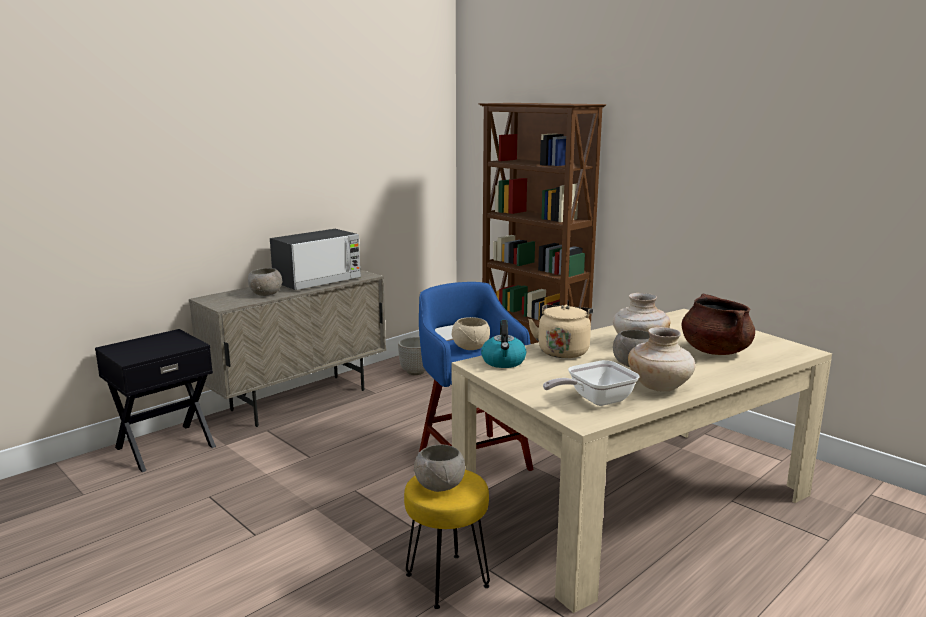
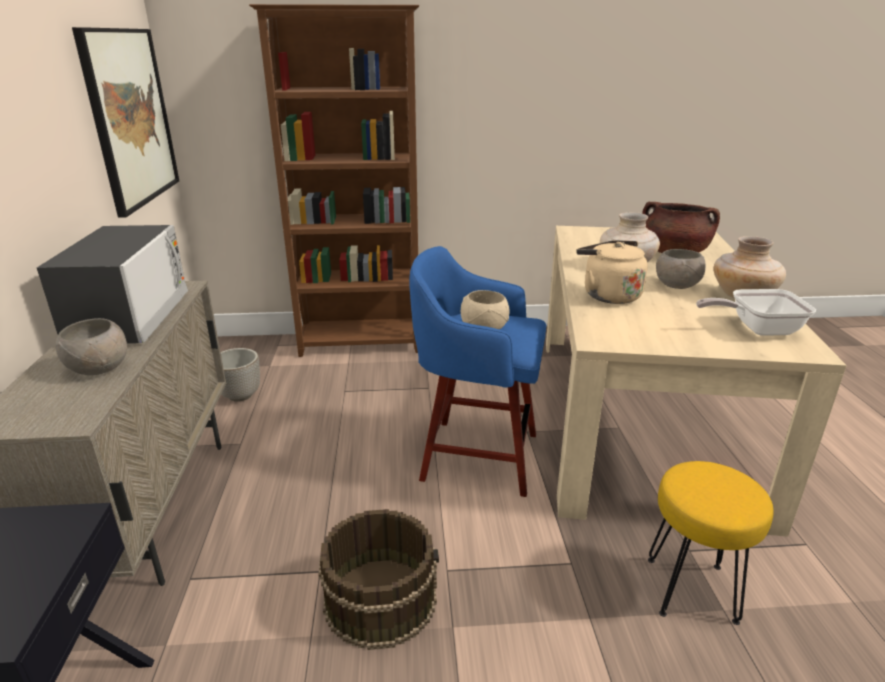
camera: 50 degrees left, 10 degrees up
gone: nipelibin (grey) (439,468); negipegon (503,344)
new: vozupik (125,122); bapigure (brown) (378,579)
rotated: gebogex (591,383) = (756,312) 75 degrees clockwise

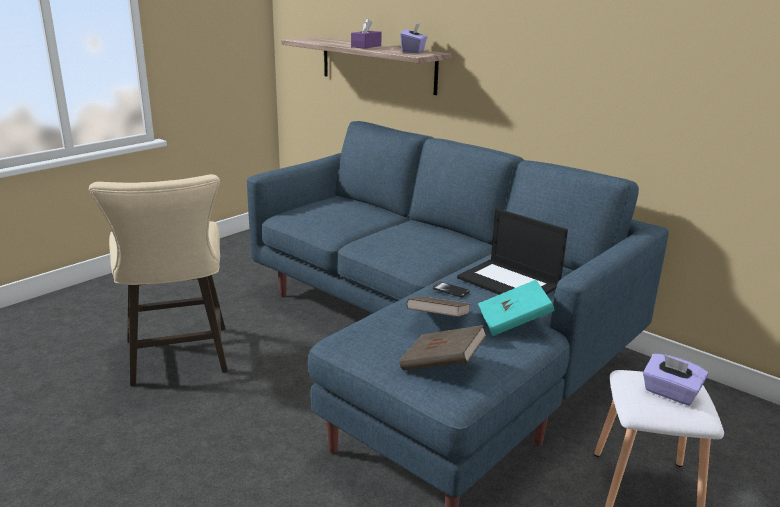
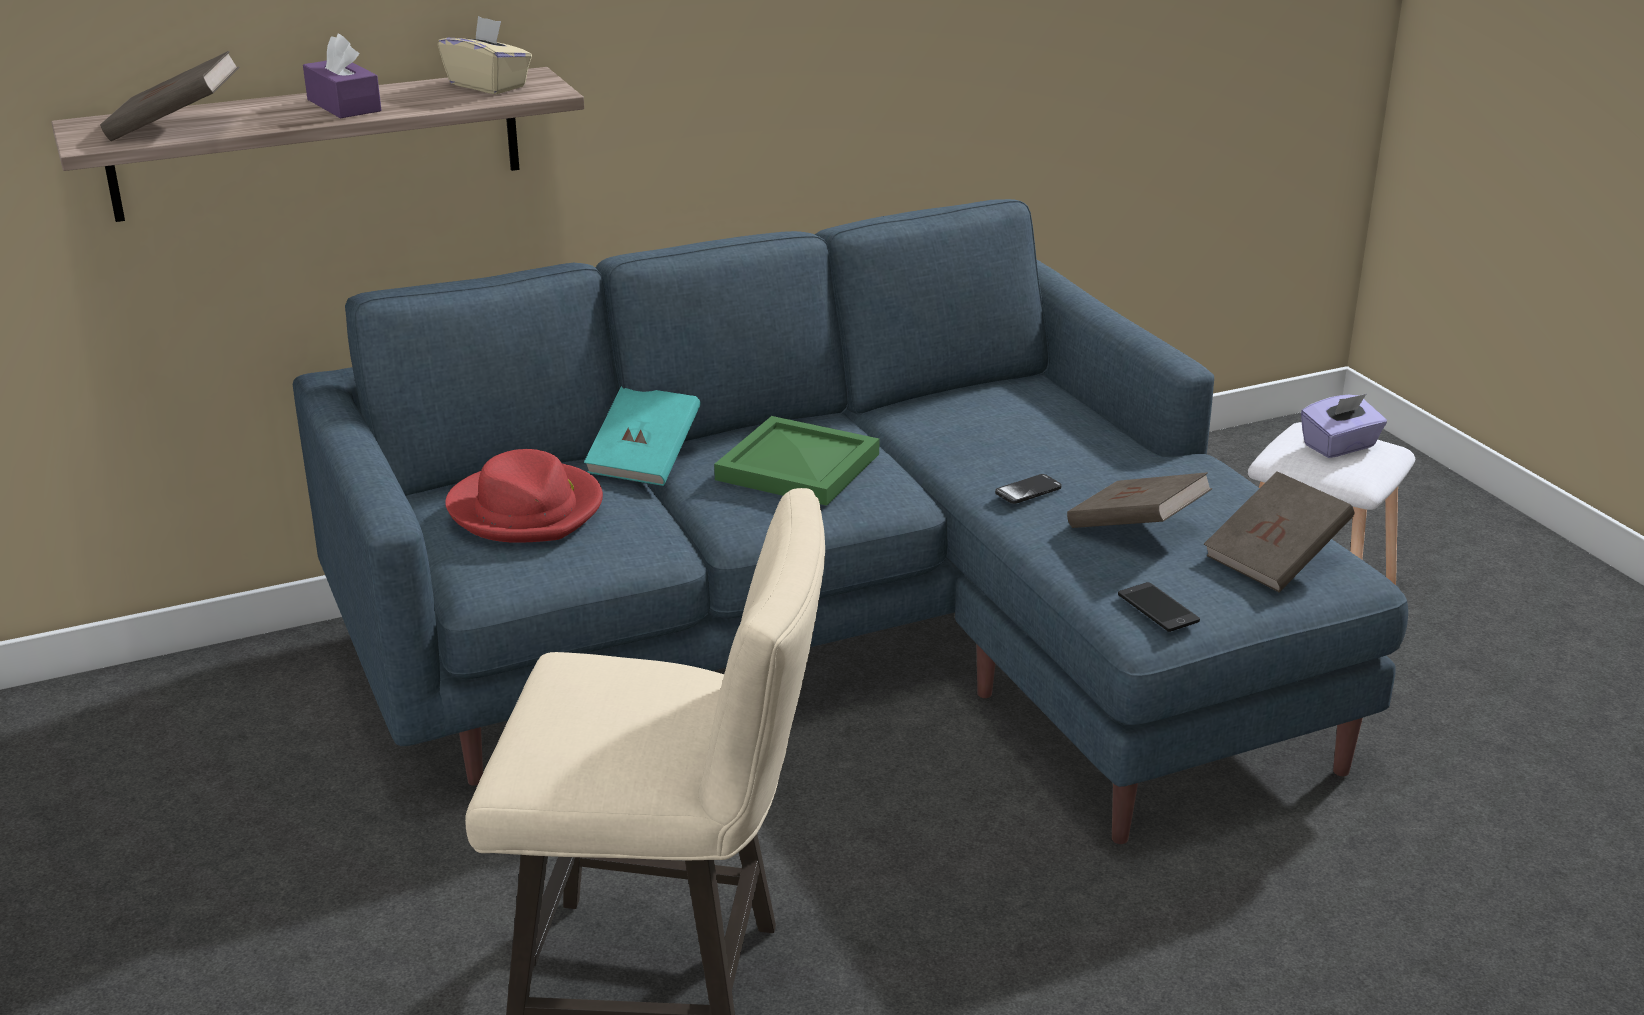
camera: 65 degrees left, 5 degrees up
gone: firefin (512,251)
new: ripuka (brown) (169,96); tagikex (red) (524,496); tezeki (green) (796,461); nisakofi (1159,607)
shifted: ripuka (turquoise) (516,308) to (642,436)
repainted: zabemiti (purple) (413,38) to zabemiti (beige) (485,55)

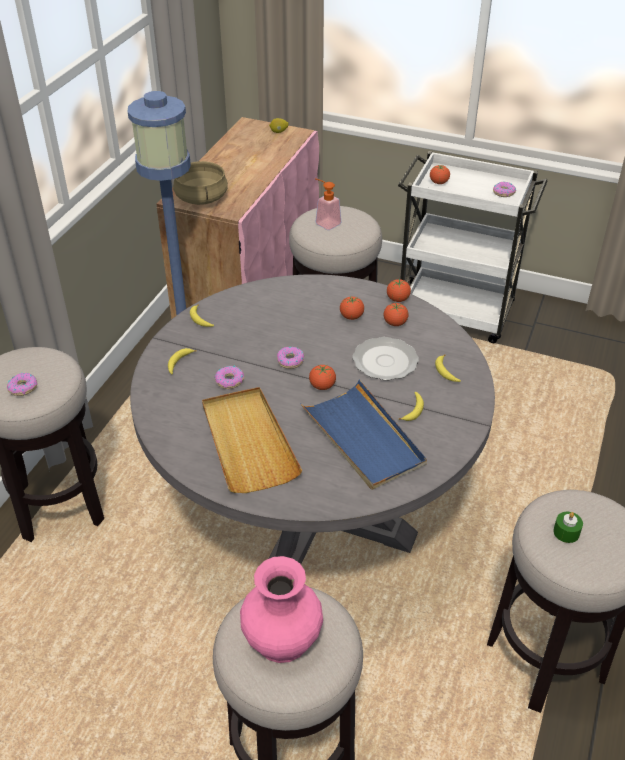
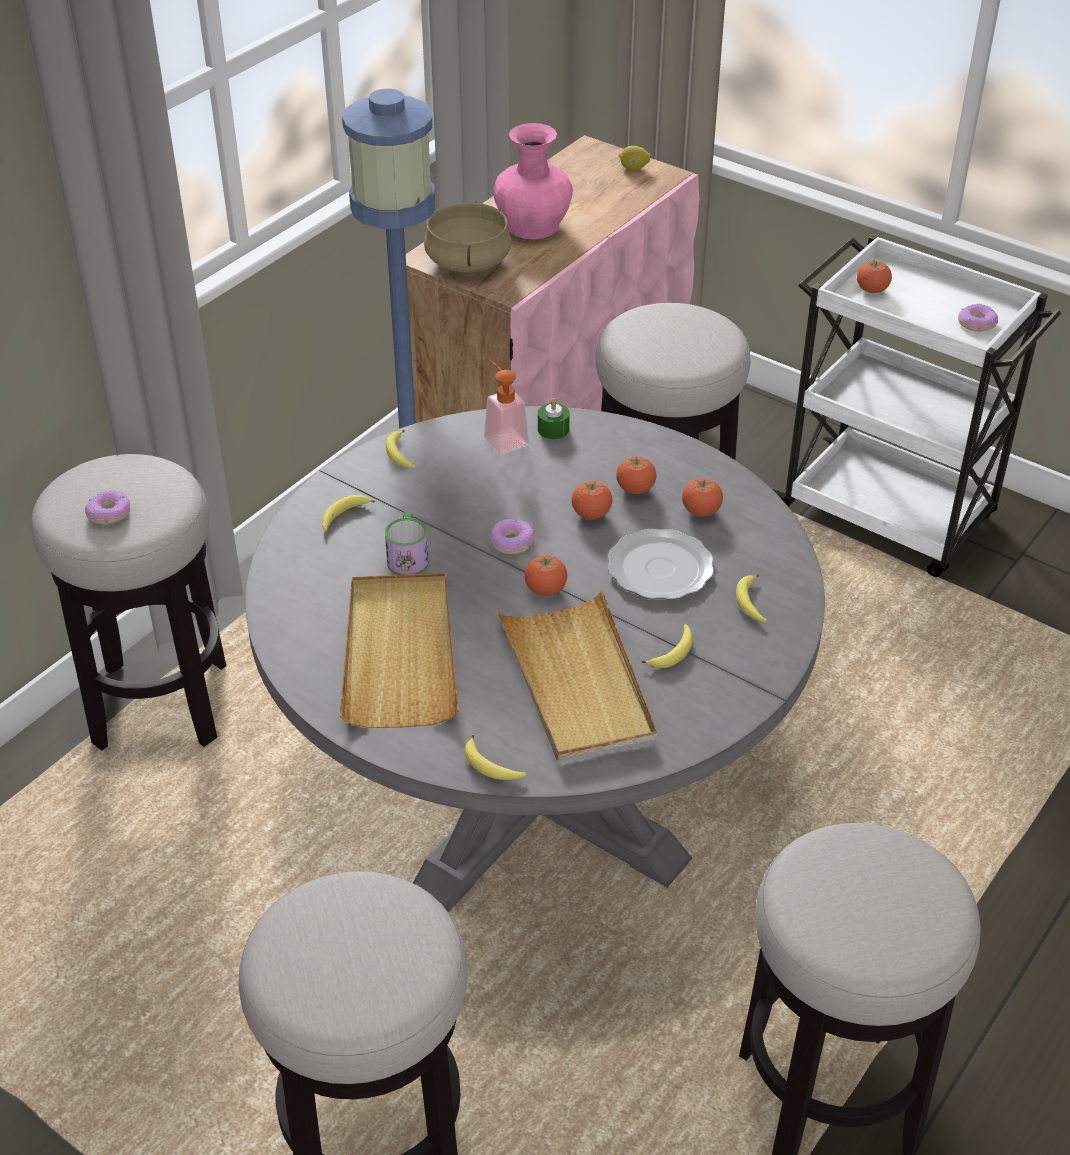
camera: 15 degrees right, 0 degrees up
new: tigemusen (496,757)
shifted: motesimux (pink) (281,609) to (533,181); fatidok (328,204) to (506,406); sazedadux (399,290) to (592,500); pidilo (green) (568,527) to (554,418)
swapped: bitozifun (229,377) to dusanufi (407,543)
repainted: tezeki (blue) (363,435) to tezeki (beige) (576,675)

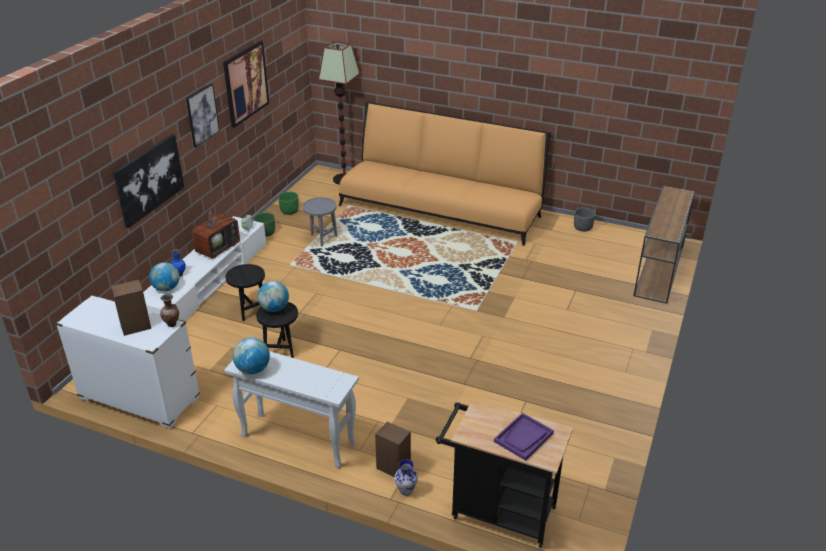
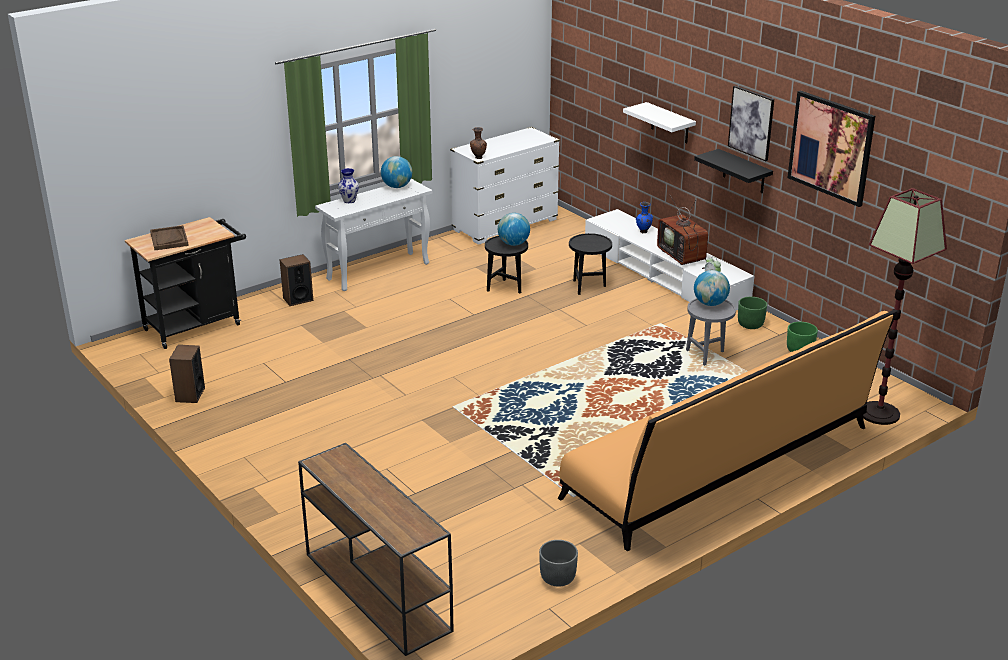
camera: 120 degrees right, 5 degrees down
new: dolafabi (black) (733,171)
shifted: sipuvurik (131,308) to (187,374); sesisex (164,277) to (712,288); motesimux (406,477) to (348,185)
swapped: vozupik (148,181) to dolafabi (white) (659,123)
repainted: tezeki (purple) (524,437) to tezeki (brown) (169,237)

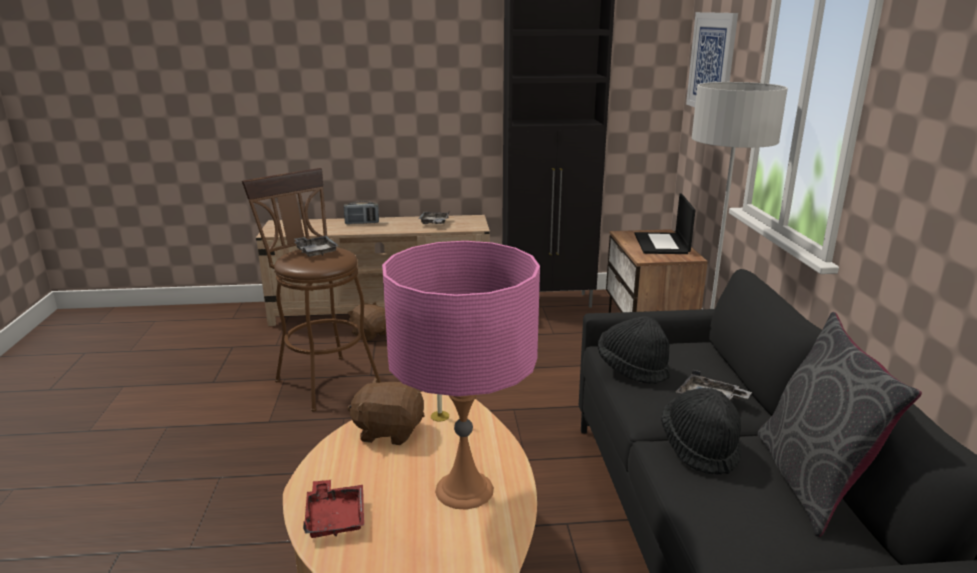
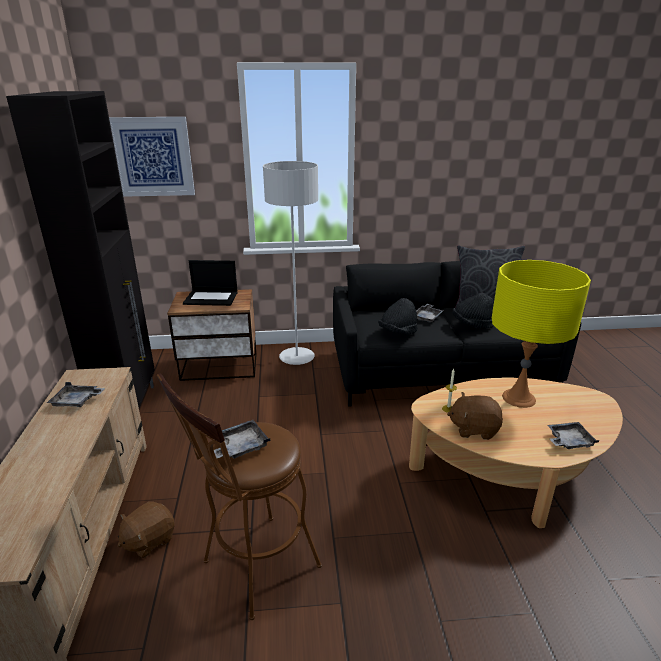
camera: 90 degrees left, 5 degrees up
gone: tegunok (361,213)
repainted: tezeki (red) (333,509) to tezeki (grey) (573,435); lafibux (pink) (461,375) to lafibux (yellow) (541,334)
rotated: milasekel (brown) (385,411) = (475,416) 90 degrees clockwise

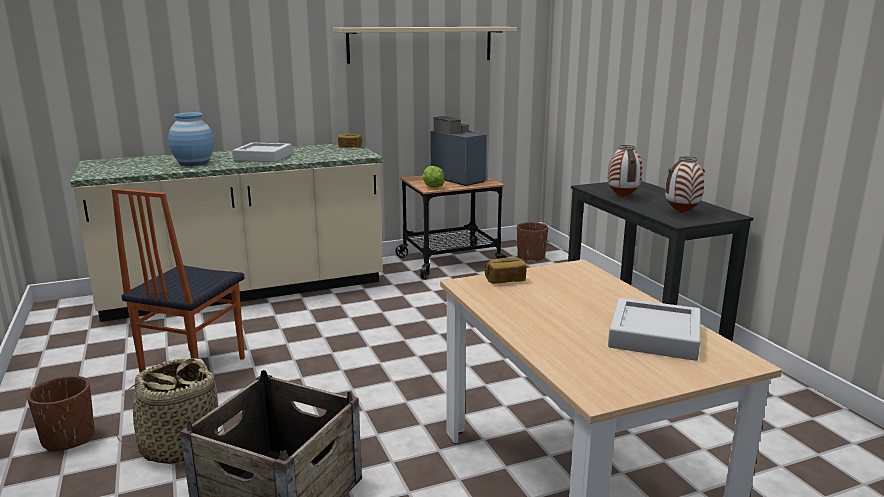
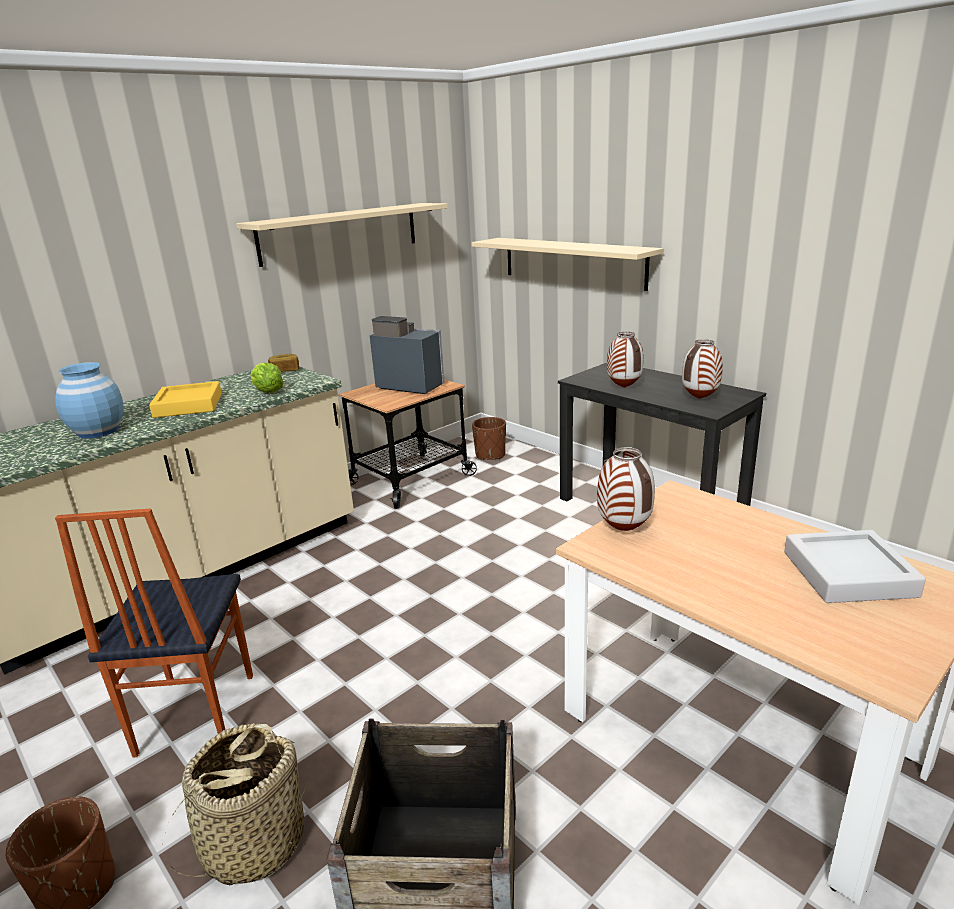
camera: 20 degrees left, 5 degrees up
new: dolafabi (beige) (567,264)
shifted: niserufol (433,177) to (267,378)
swapped: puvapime (506,271) to motesimux (626,489)
repainted: tezeki (grey) (262,152) to tezeki (yellow) (185,399)

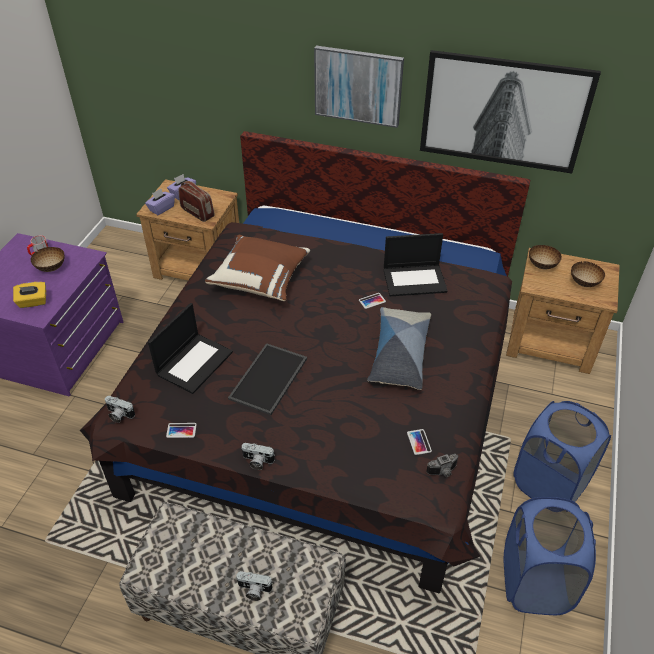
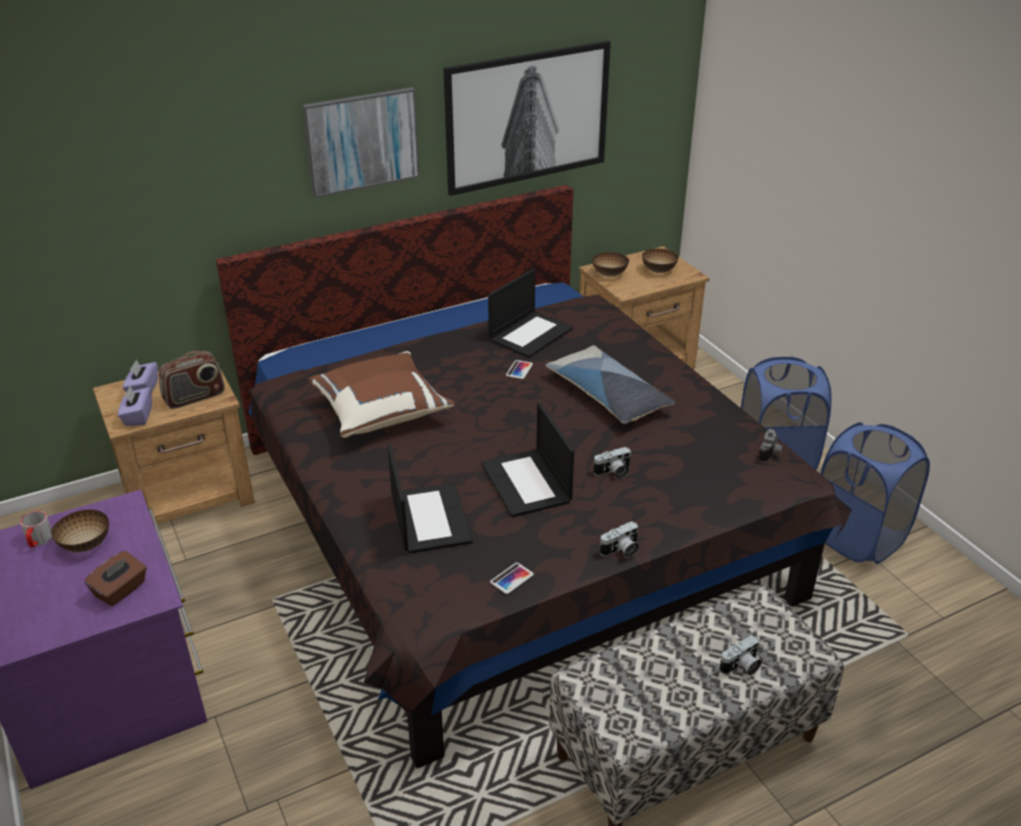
camera: 45 degrees left, 10 degrees down
gone: nisakofi (419,442)
shifted: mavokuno (120,409) to (612,463)
swapped: tezeki (267,379) to firefin (528,459)
repainted: zabemiti (yellow) (29,295) to zabemiti (brown) (115,578)
rotated: tegunok (196,201) = (192,380) 150 degrees clockwise

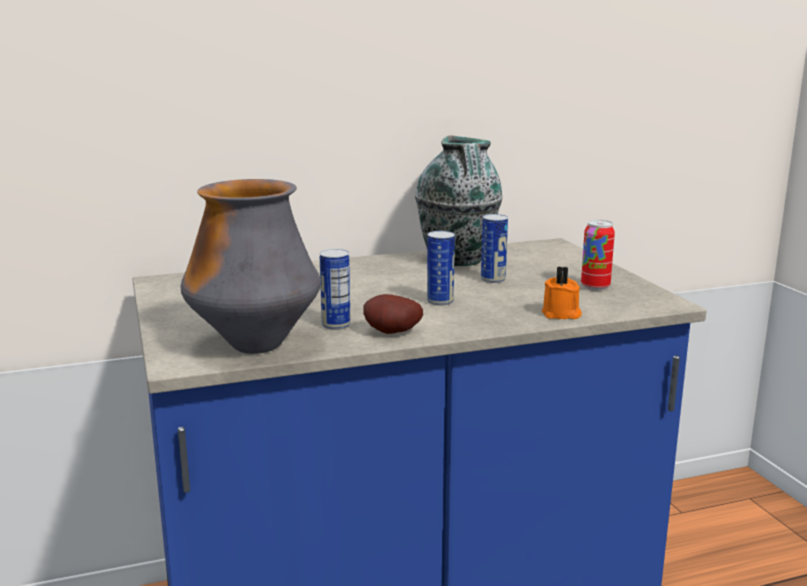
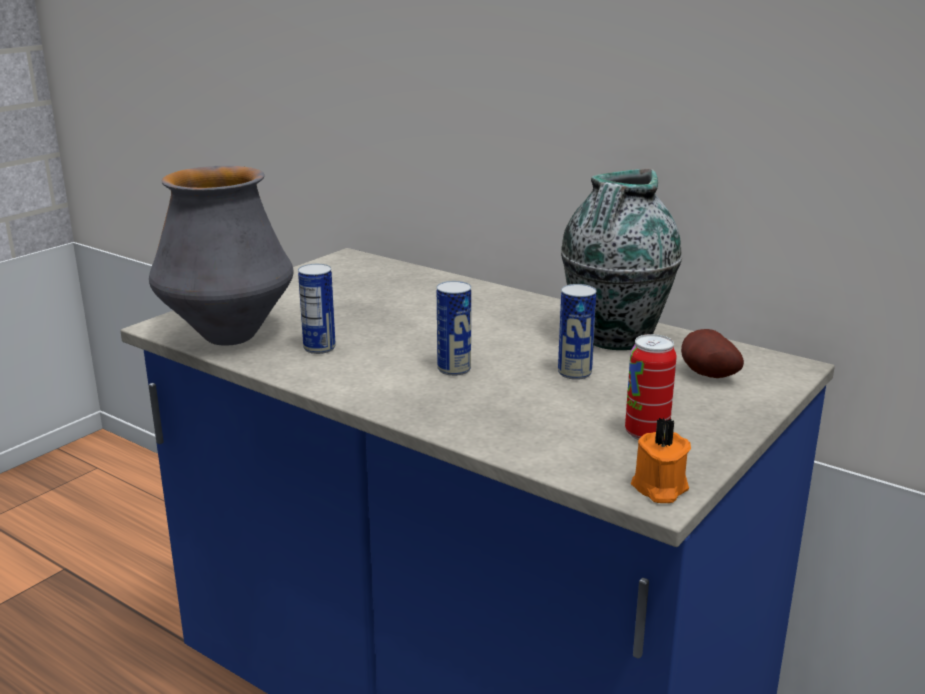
camera: 55 degrees right, 5 degrees up
shifted: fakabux (393,314) to (712,353); pidilo (orange) (562,292) to (661,460)

